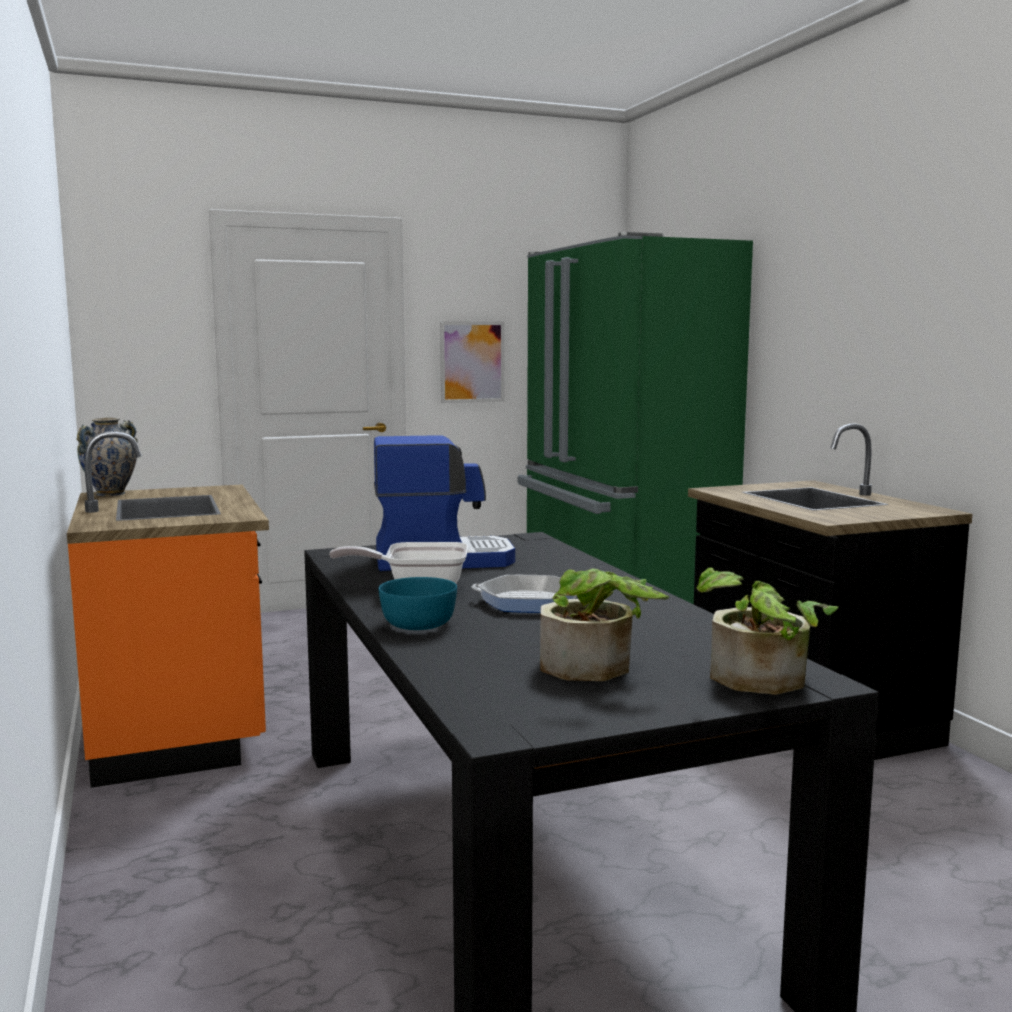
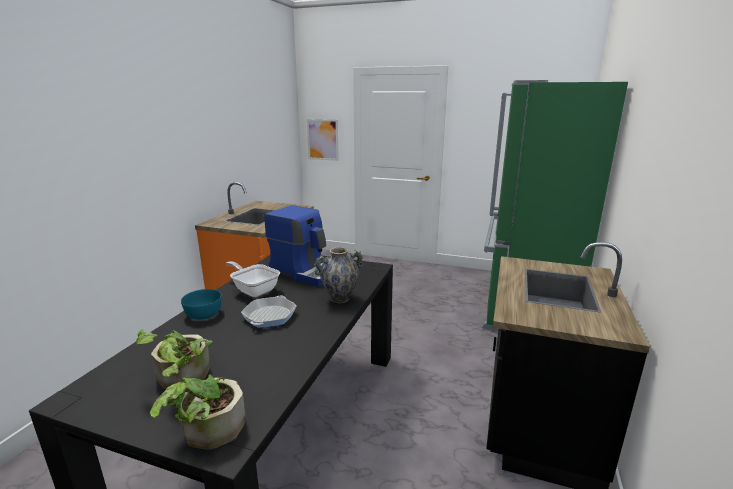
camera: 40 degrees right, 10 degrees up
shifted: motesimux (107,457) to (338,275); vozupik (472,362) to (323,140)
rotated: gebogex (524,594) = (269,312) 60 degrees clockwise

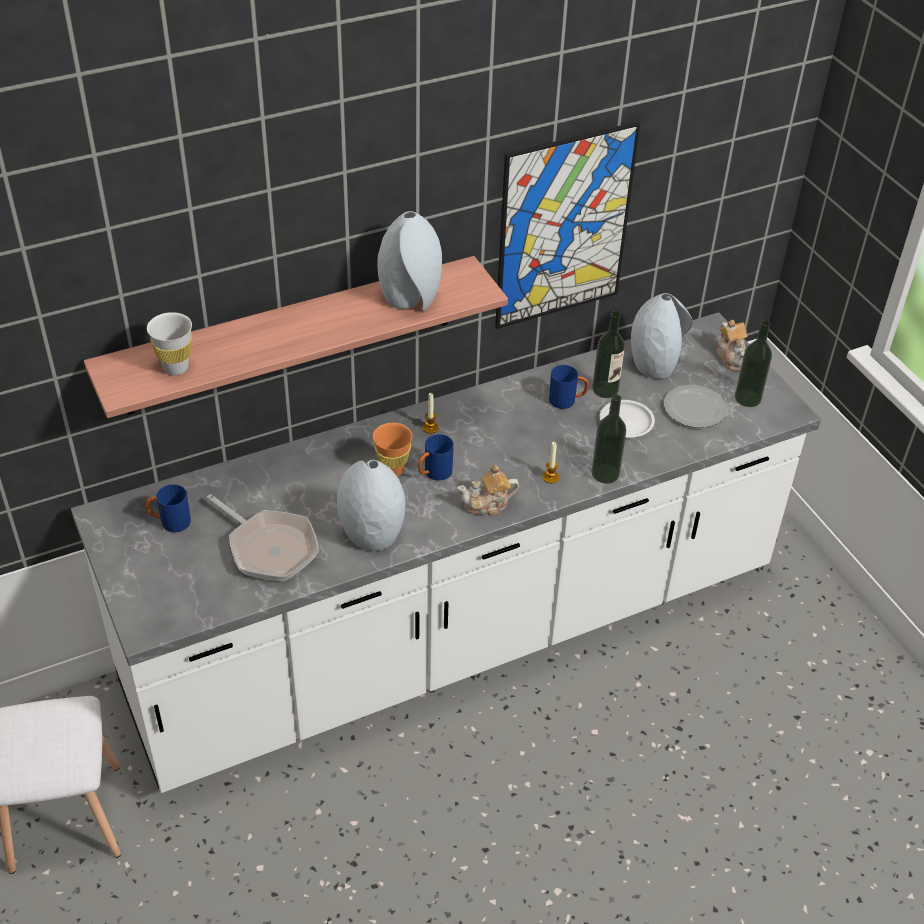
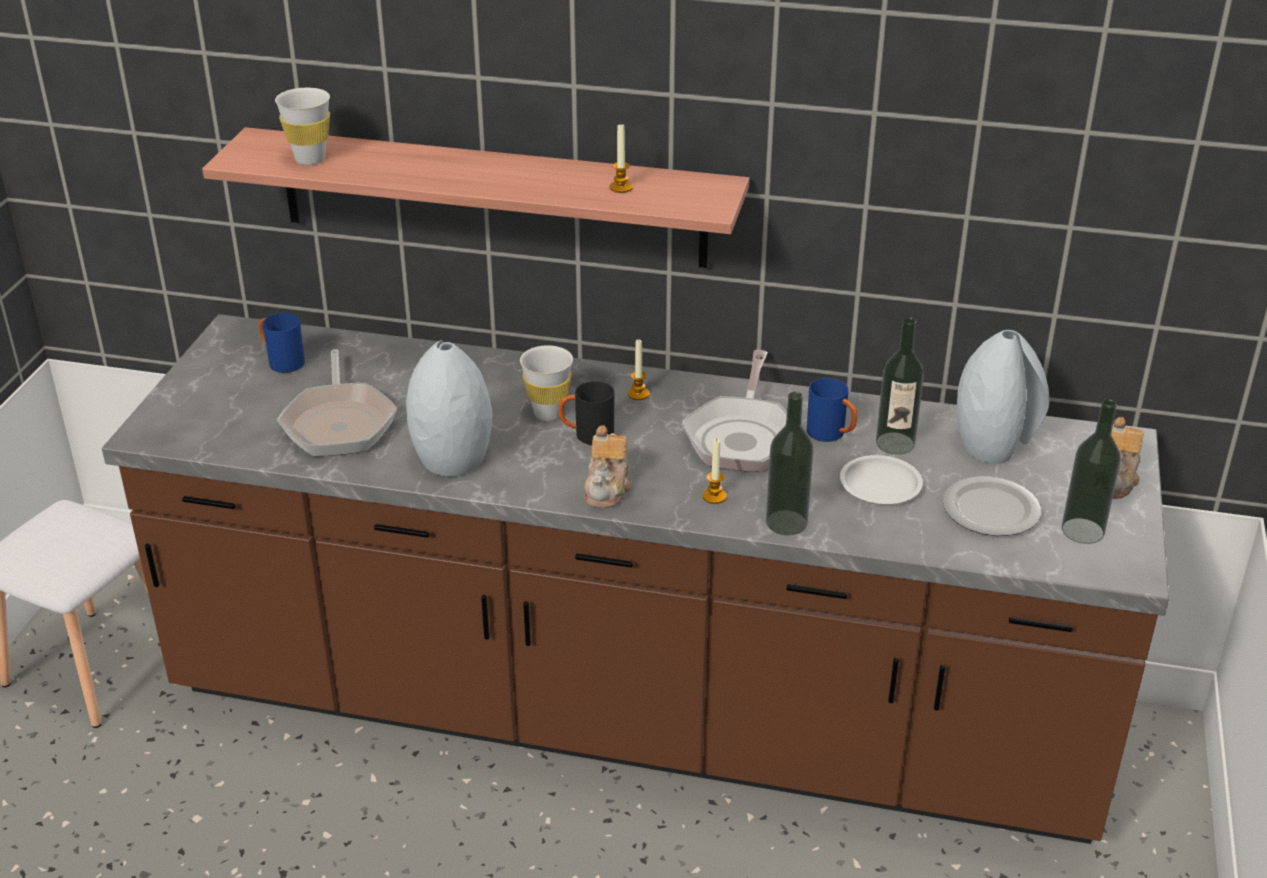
camera: 40 degrees right, 10 degrees down
gone: vozupik (567,225)
new: gebogex (734,411)
swapped: motesimux (grey) (409,261) to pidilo (621,158)
repainted: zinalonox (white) (446,552) to zinalonox (brown) (635,579); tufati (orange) (392,450) to tufati (white) (546,383); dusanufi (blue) (436,457) to dusanufi (black) (586,413)
rotated: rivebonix (488,490) = (608,466) 105 degrees counterclockwise

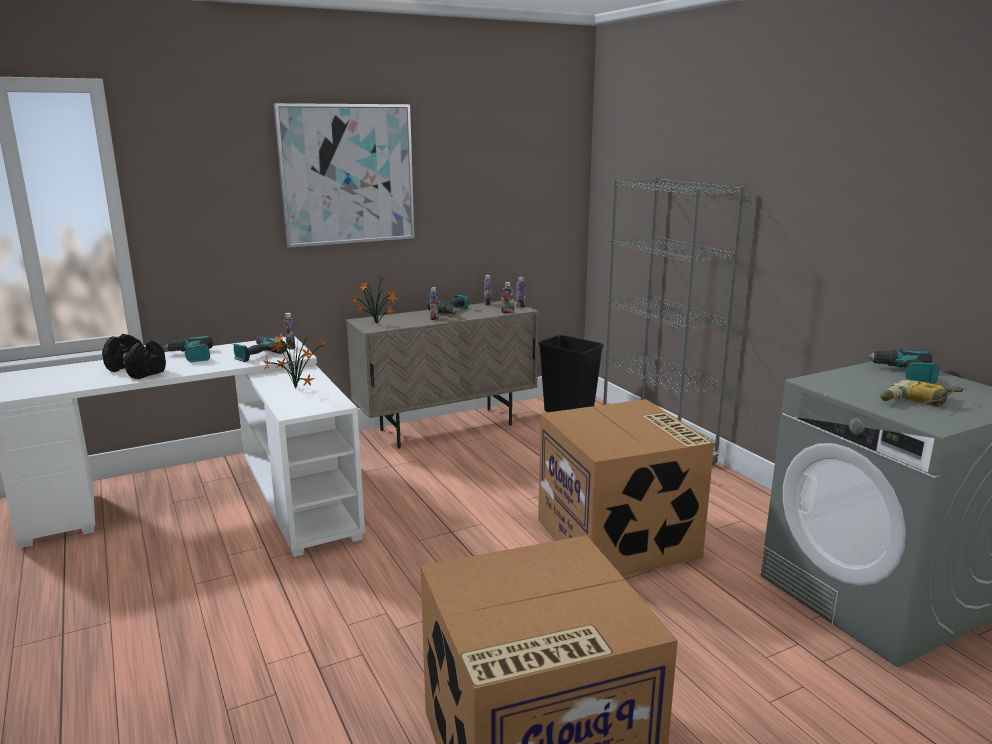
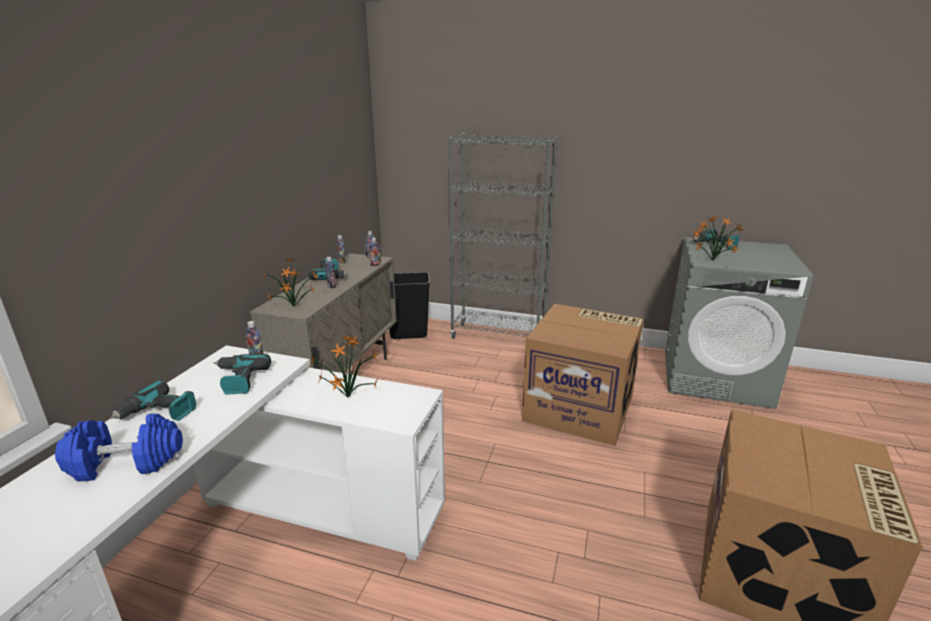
camera: 45 degrees left, 5 degrees up
gone: vozupik (344,175); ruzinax (921,393)
new: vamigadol (718,238)
repainted: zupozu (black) (134,356) to zupozu (blue) (119,448)

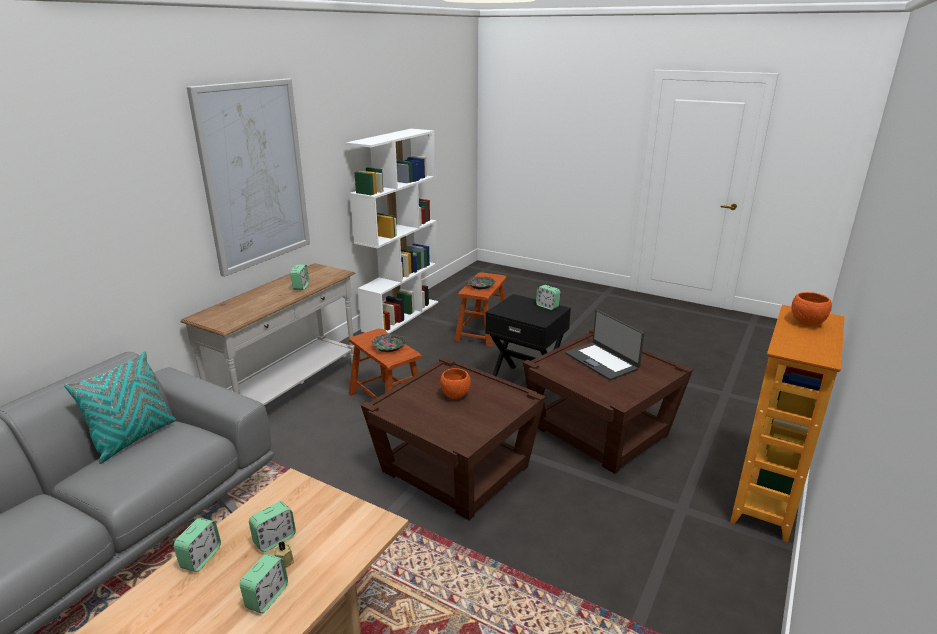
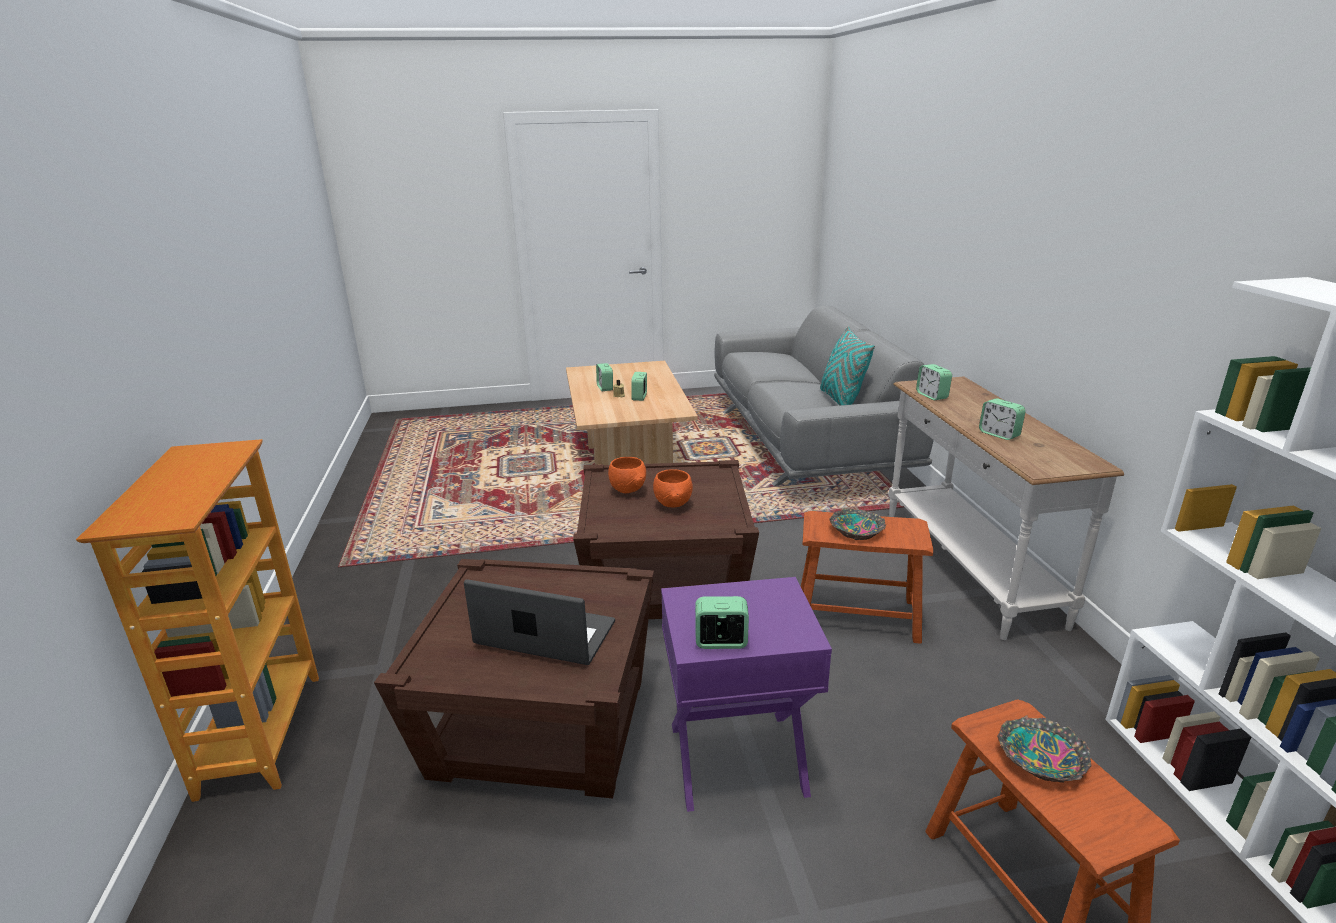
camera: 140 degrees right, 0 degrees up
gone: vozupik (248,178)
shifted: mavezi (197,545) to (934,382); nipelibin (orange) (811,309) to (627,475)
repainted: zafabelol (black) (528,344) to zafabelol (purple) (746,694)

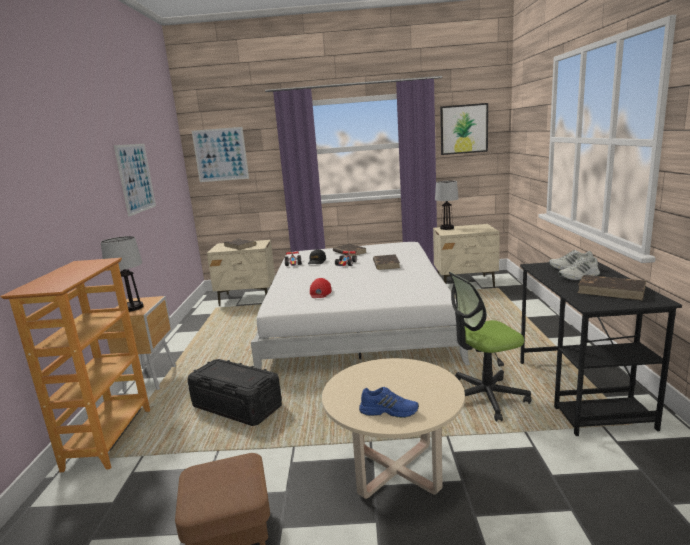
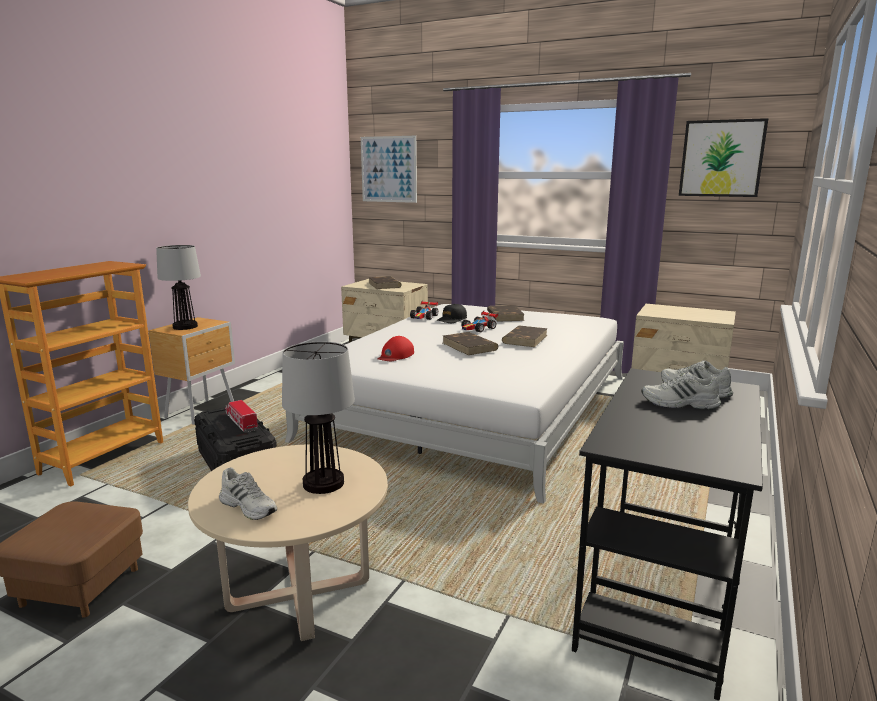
camera: 25 degrees right, 0 degrees up
gone: vozupik (135,180); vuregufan (490,346)
new: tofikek (241,415)
shifted: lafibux (447,205) to (318,418); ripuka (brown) (612,287) to (470,343)
repainted: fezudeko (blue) (389,402) to fezudeko (white) (248,493)

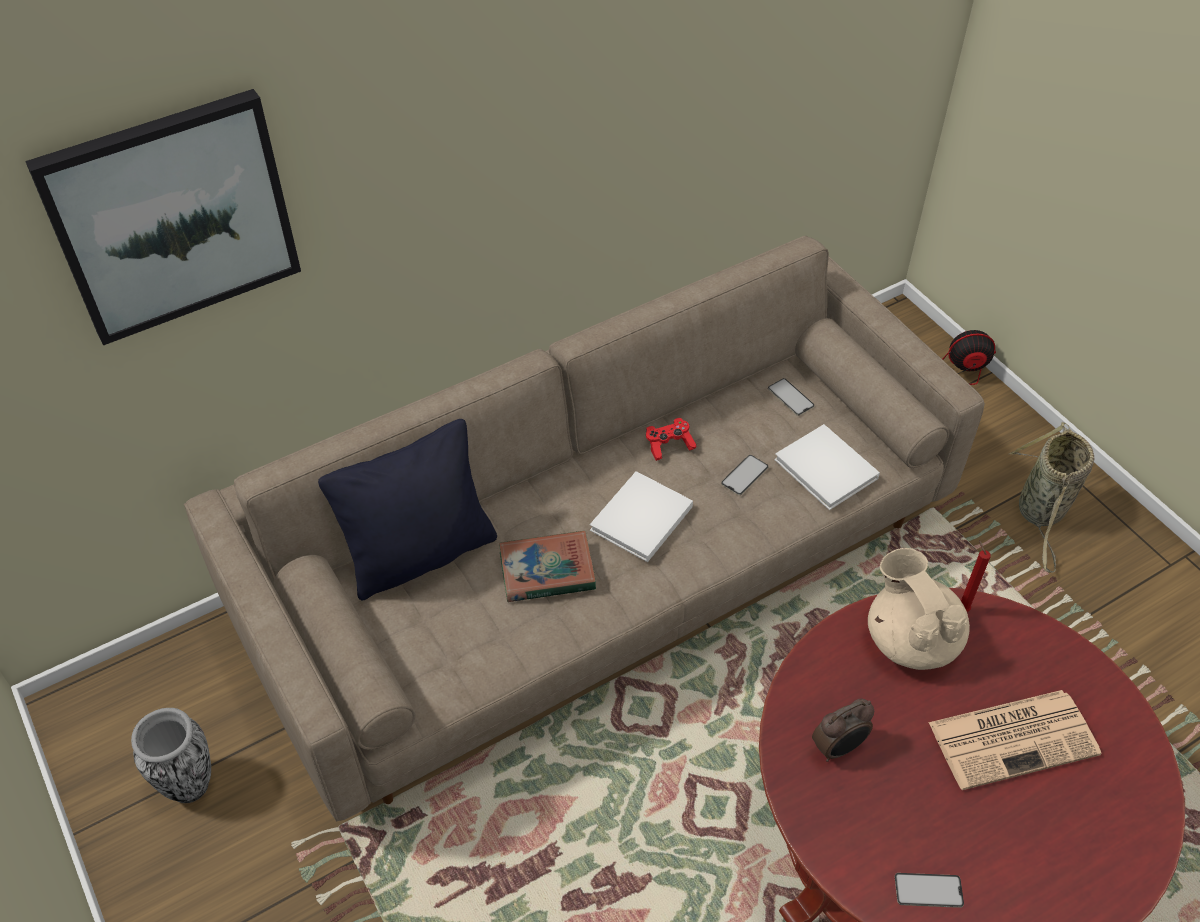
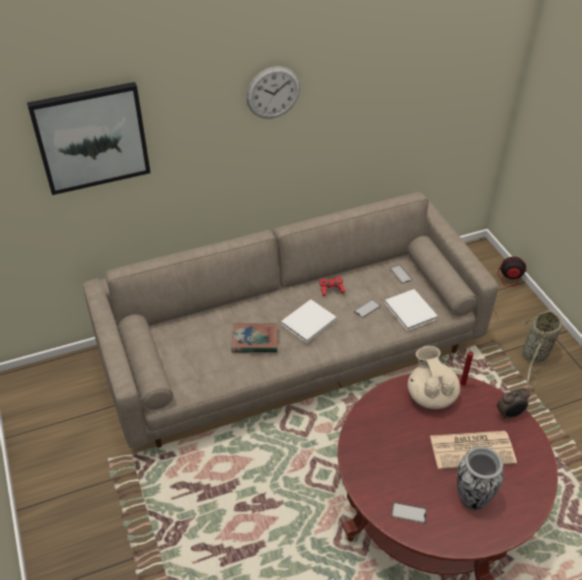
camera: 10 degrees right, 5 degrees down
gone: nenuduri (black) (407,510)
new: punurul (273,92)
shifted: motesimux (171,755) to (480,478); mavezi (843,730) to (513,404)

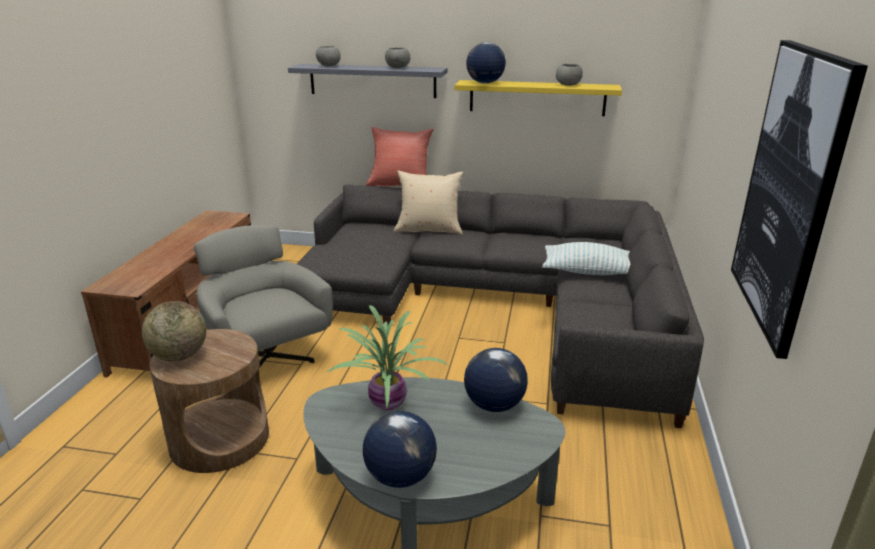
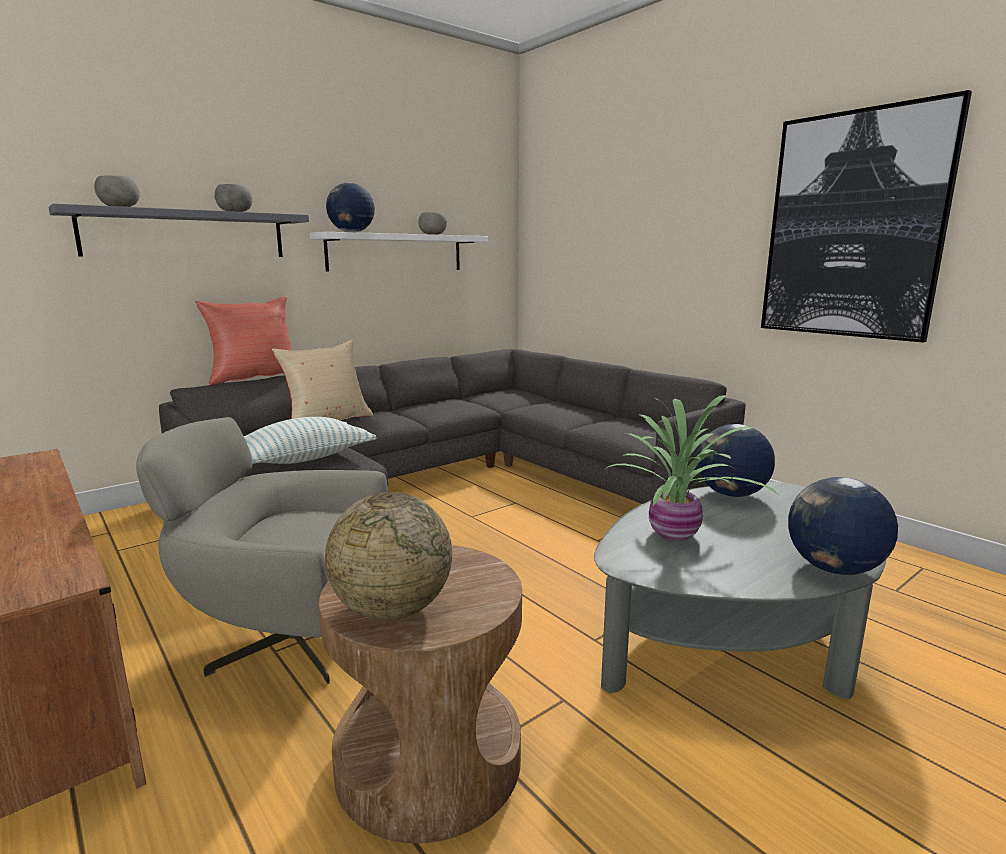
camera: 50 degrees left, 10 degrees down
shifted: nenuduri (586,258) to (310,440)
repainted: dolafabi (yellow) (538,98) to dolafabi (white) (399,252)

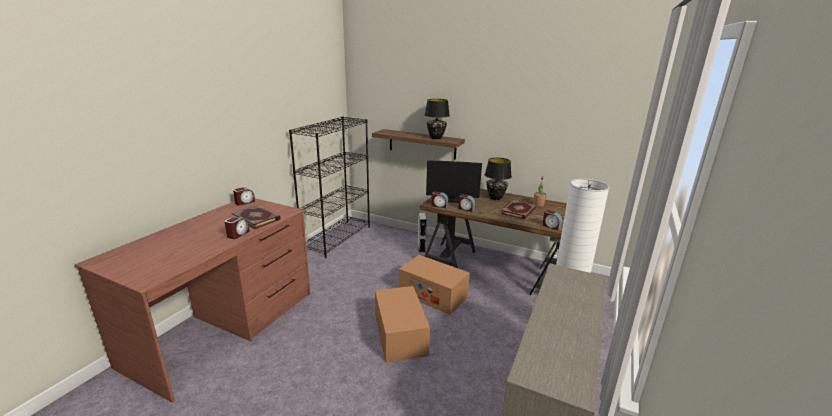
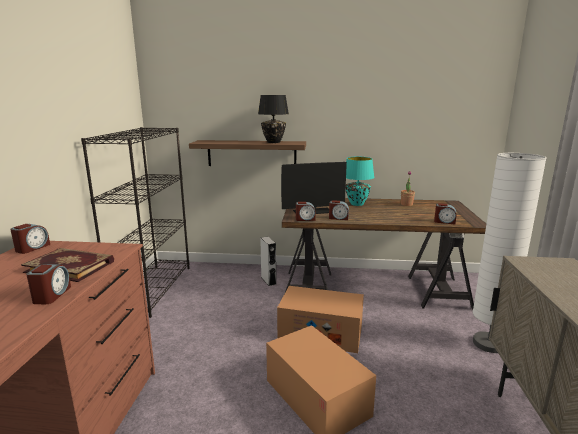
camera: 20 degrees left, 5 degrees down
gone: ripuka (519,209)
repainted: lafibux (black) (498,179) to lafibux (turquoise) (360,181)

